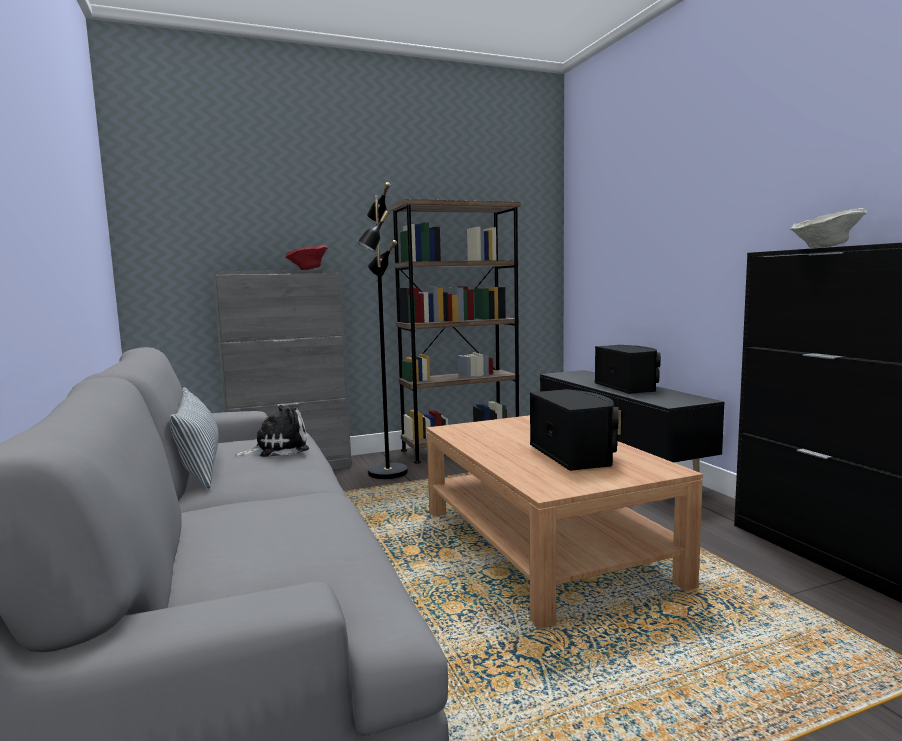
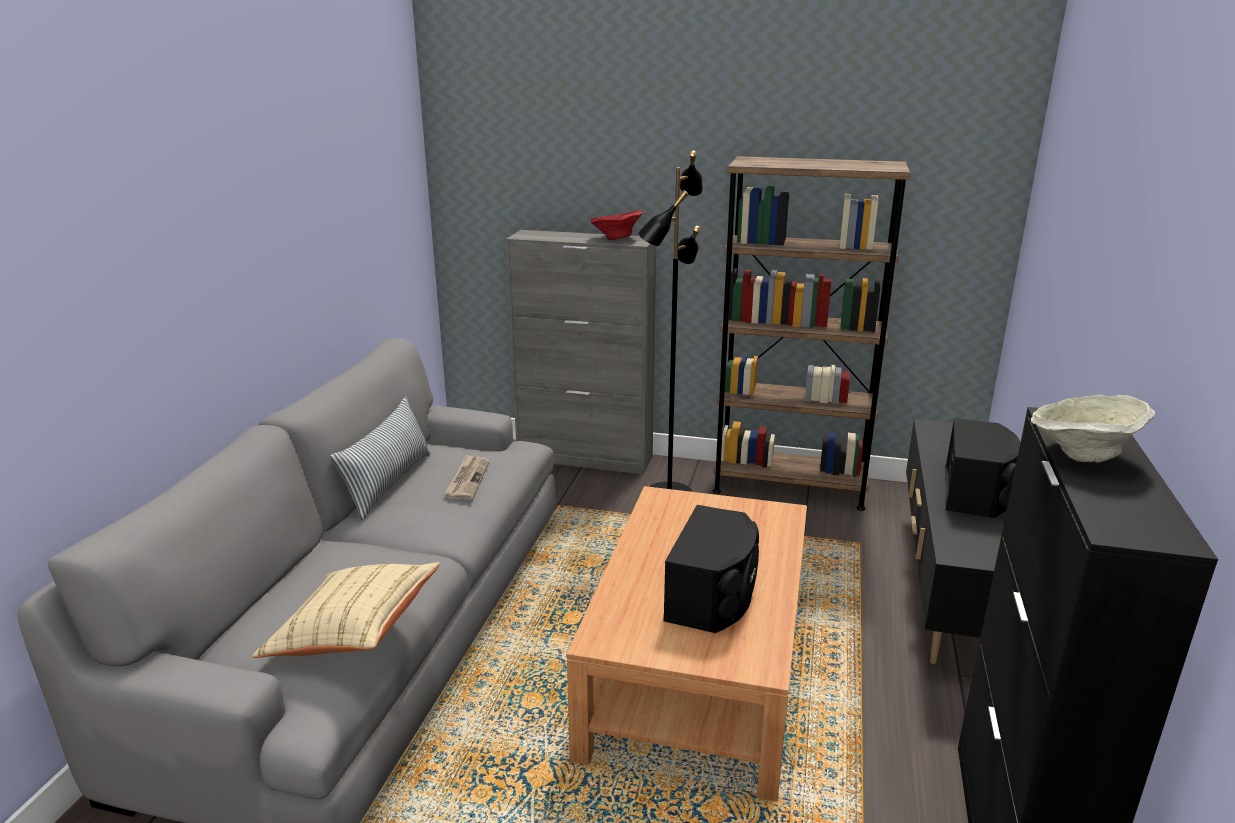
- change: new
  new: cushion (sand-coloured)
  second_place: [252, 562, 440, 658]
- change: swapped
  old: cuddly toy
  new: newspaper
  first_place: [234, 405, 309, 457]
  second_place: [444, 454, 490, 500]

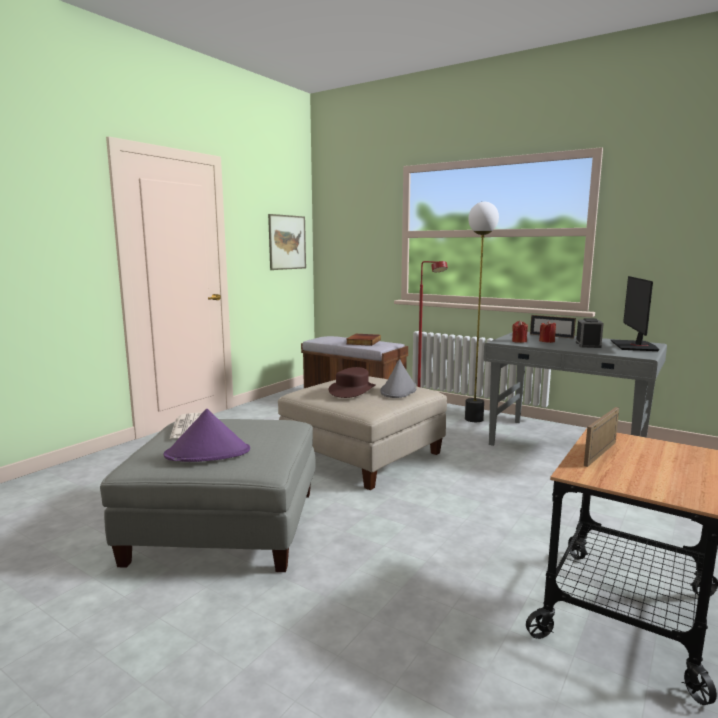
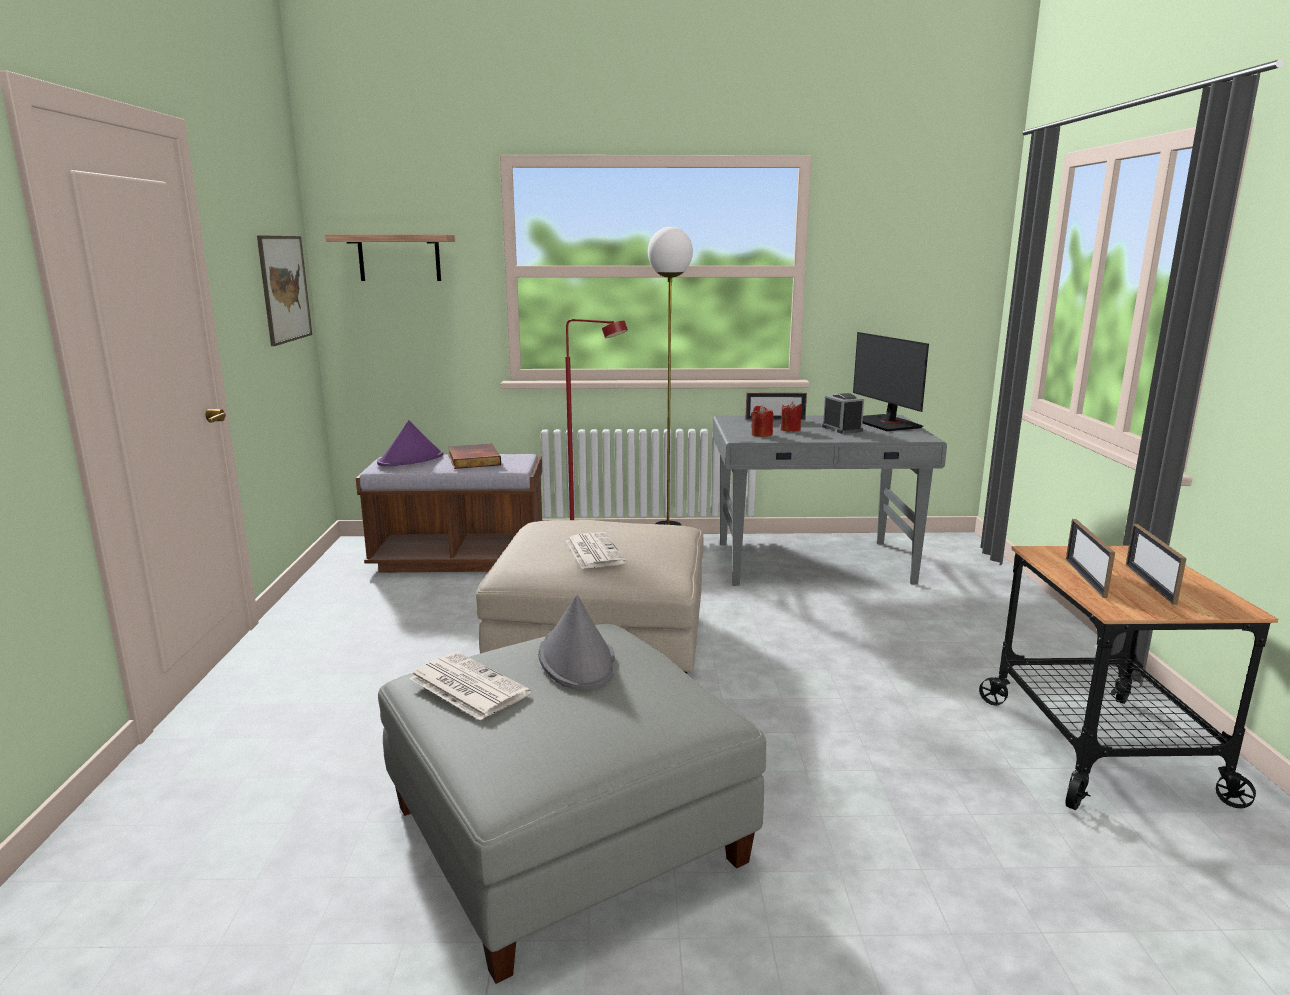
- change: new
  new: shelf
  second_place: [325, 234, 455, 281]
- change: new
  new: picture frame
  second_place: [1126, 524, 1187, 605]
- change: shifted
  old: hat (purple-coloured)
  first_place: [164, 409, 250, 462]
  second_place: [377, 420, 443, 466]
- change: shifted
  old: hat (grey)
  first_place: [380, 359, 417, 398]
  second_place: [538, 595, 615, 690]
- change: swapped
  old: hat (brownish)
  new: newspaper
  first_place: [329, 367, 376, 398]
  second_place: [566, 532, 626, 569]

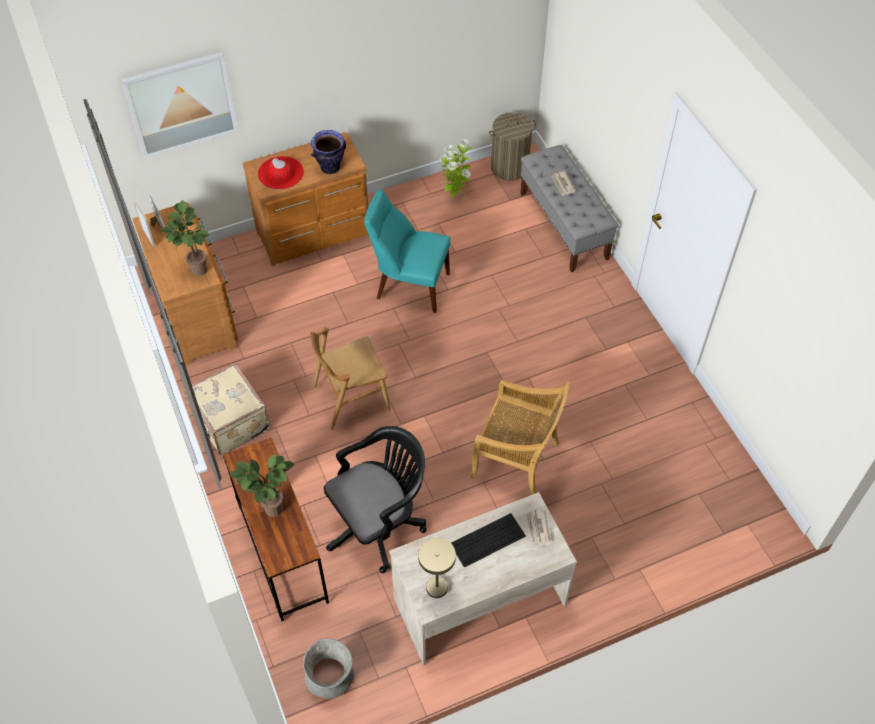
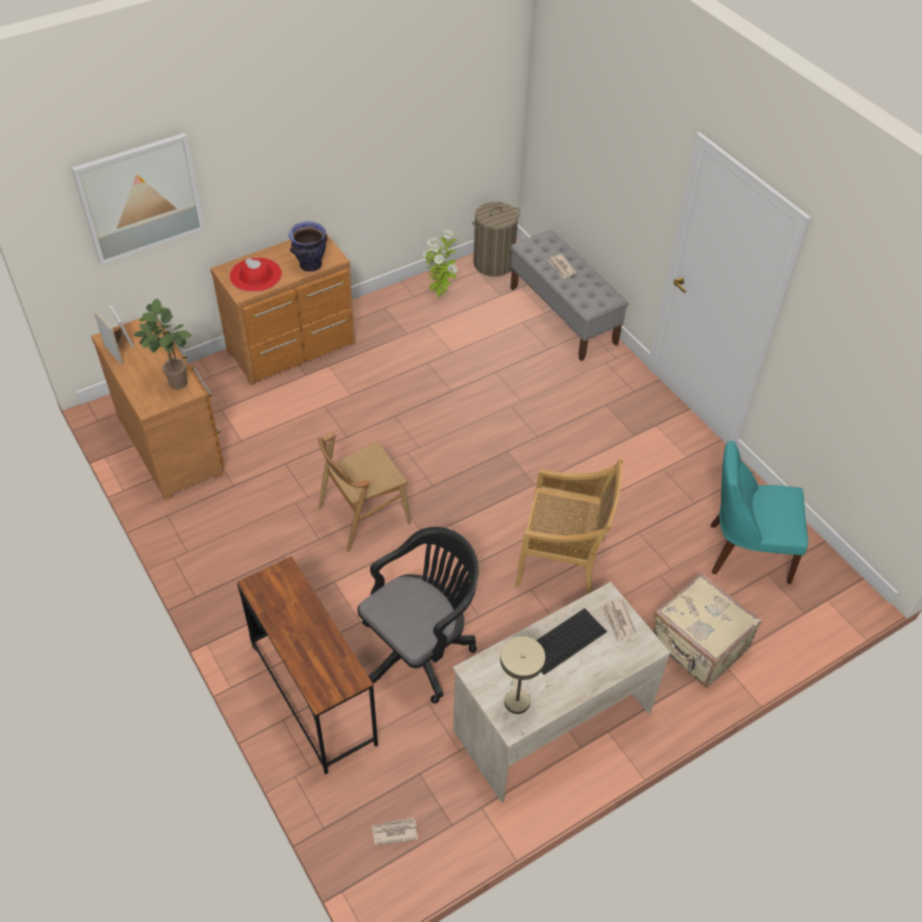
- change: gone
  old: potted plant
  first_place: [230, 455, 294, 517]
- change: shifted
  old: piece of luggage (sand-coloured)
  first_place: [184, 363, 270, 455]
  second_place: [652, 572, 762, 688]
- change: shifted
  old: chair (turquoise)
  first_place: [364, 190, 450, 313]
  second_place: [711, 441, 808, 584]
- change: swapped
  old: decorative vase (grey)
  new: newspaper
  first_place: [303, 638, 354, 699]
  second_place: [372, 818, 418, 845]

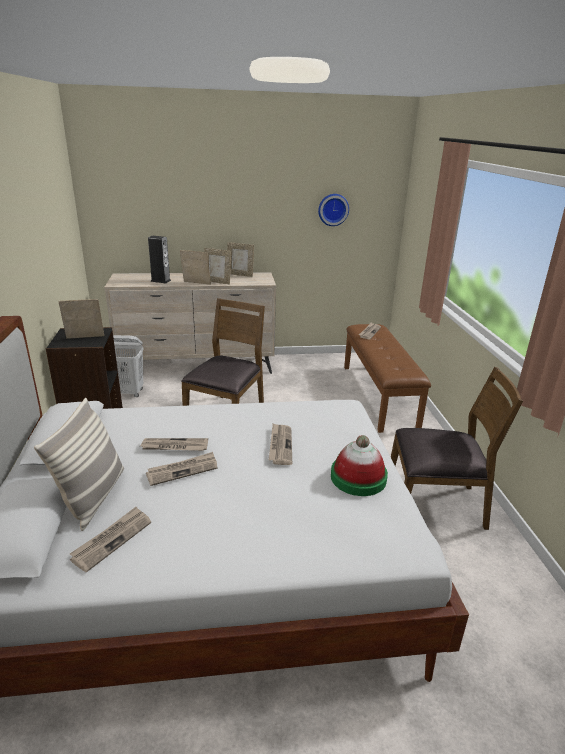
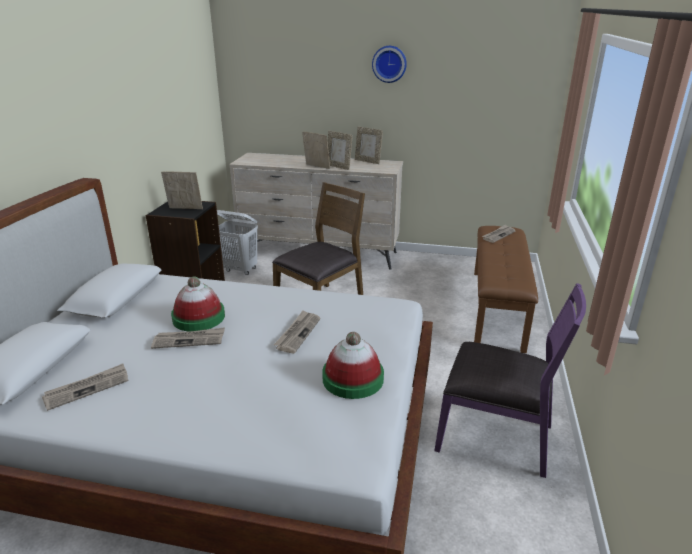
- change: gone
  old: cushion
  first_place: [34, 398, 124, 531]
- change: gone
  old: audio speaker
  first_place: [148, 236, 171, 283]
- change: shifted
  old: hanging clock
  first_place: [318, 194, 349, 226]
  second_place: [372, 46, 407, 83]
- change: swapped
  old: newspaper
  new: hat
  first_place: [140, 438, 208, 451]
  second_place: [171, 276, 225, 331]
- change: repainted
  old: chair (brownish)
  new: chair (purple-coloured)
  first_place: [391, 367, 523, 530]
  second_place: [434, 283, 586, 478]

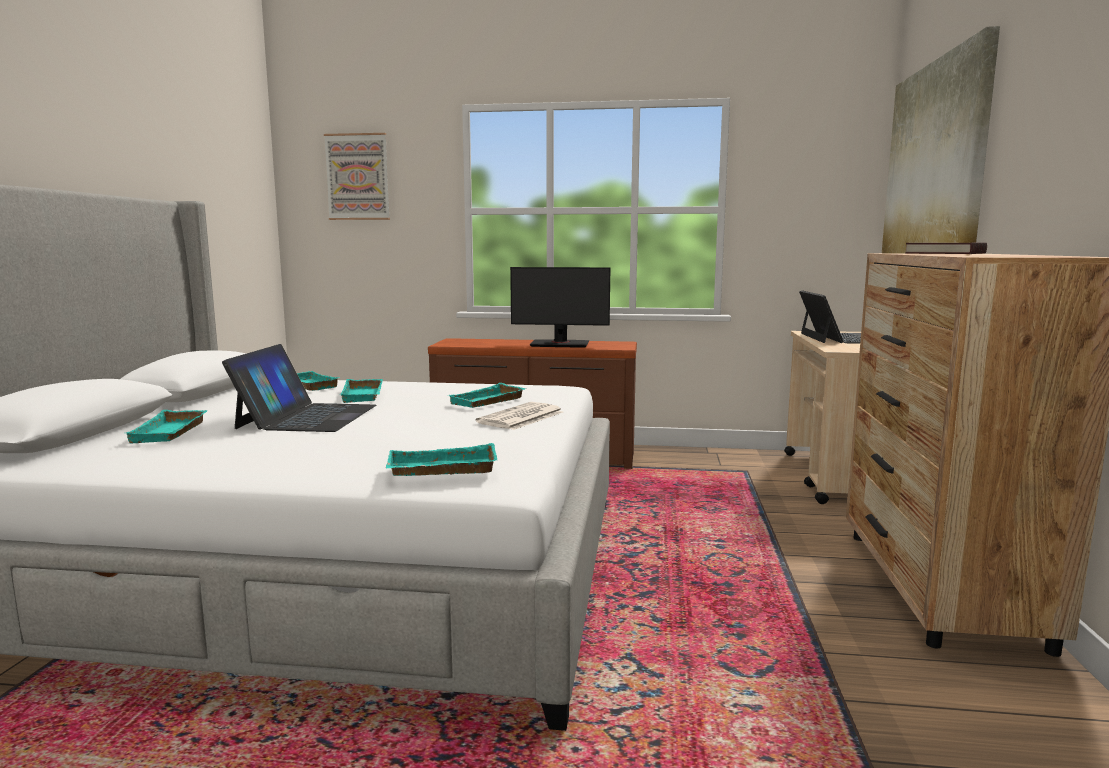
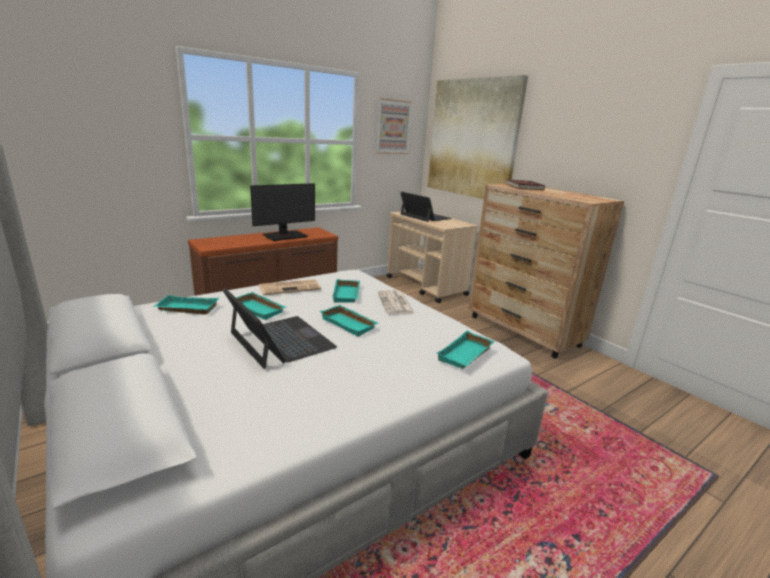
- change: new
  new: newspaper
  second_place: [259, 279, 321, 295]
- change: shifted
  old: serving tray (turquoise)
  first_place: [126, 410, 208, 444]
  second_place: [319, 305, 379, 337]
- change: shifted
  old: picture
  first_place: [324, 133, 390, 220]
  second_place: [377, 98, 412, 154]

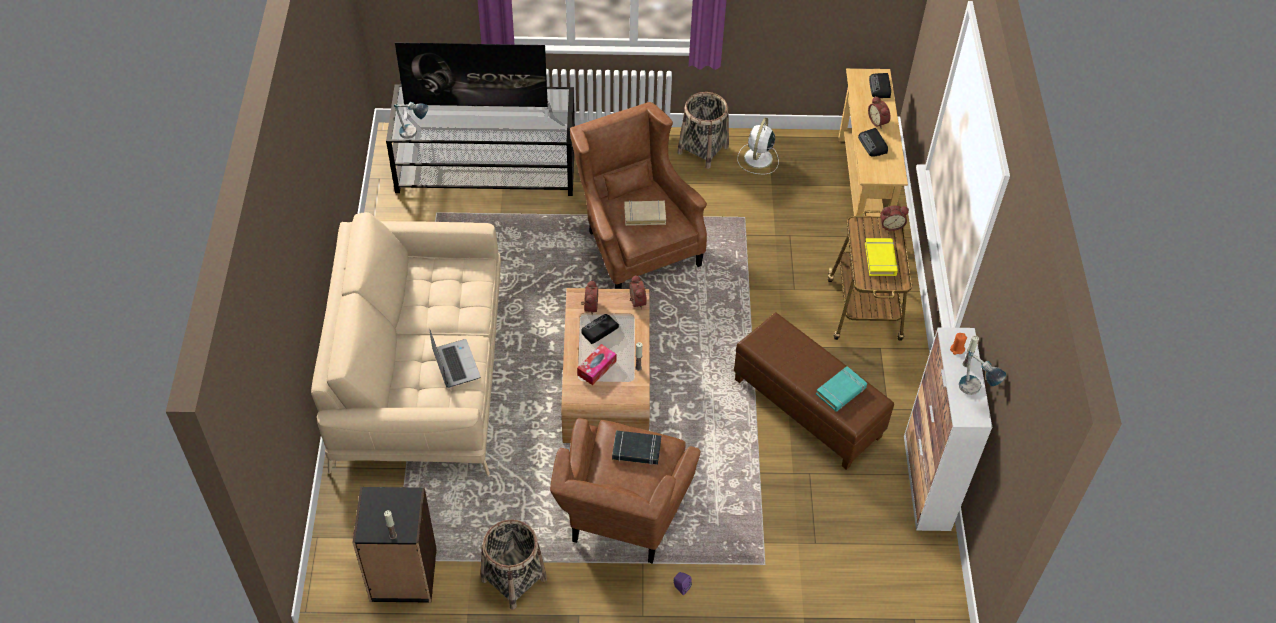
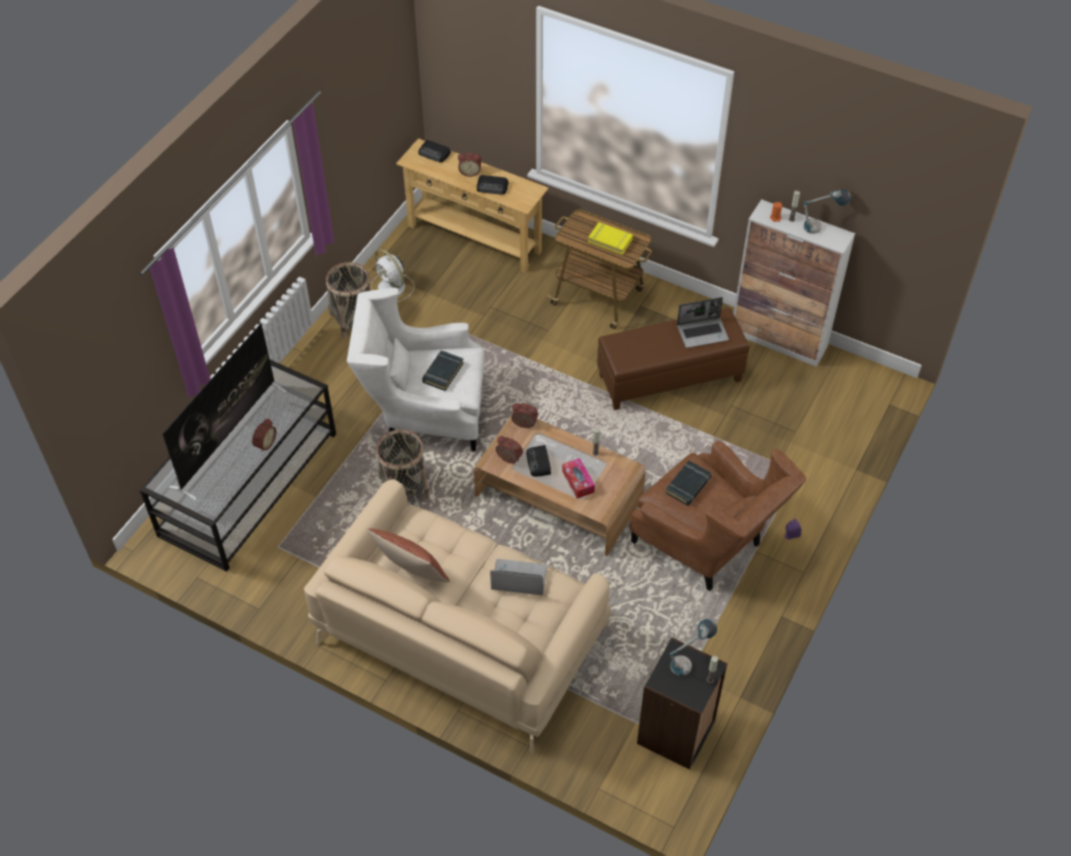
- change: new
  new: cushion
  second_place: [367, 528, 450, 582]
- change: shifted
  old: lamp for a table
  first_place: [394, 102, 428, 139]
  second_place: [669, 619, 717, 676]
- change: shifted
  old: storage basket
  first_place: [481, 520, 547, 610]
  second_place: [376, 429, 430, 499]
- change: shifted
  old: table clock
  first_place: [880, 206, 909, 231]
  second_place: [252, 418, 276, 452]
- change: swapped
  old: book (turquoise)
  new: notebook computer
  first_place: [816, 366, 867, 412]
  second_place: [677, 297, 729, 348]
- change: repainted
  old: easy chair (brownish)
  new: easy chair (white)
  first_place: [570, 102, 707, 289]
  second_place: [347, 288, 484, 451]
- change: repainted
  old: book (sand-coloured)
  new: book (black)
  first_place: [624, 200, 666, 226]
  second_place: [422, 350, 464, 391]

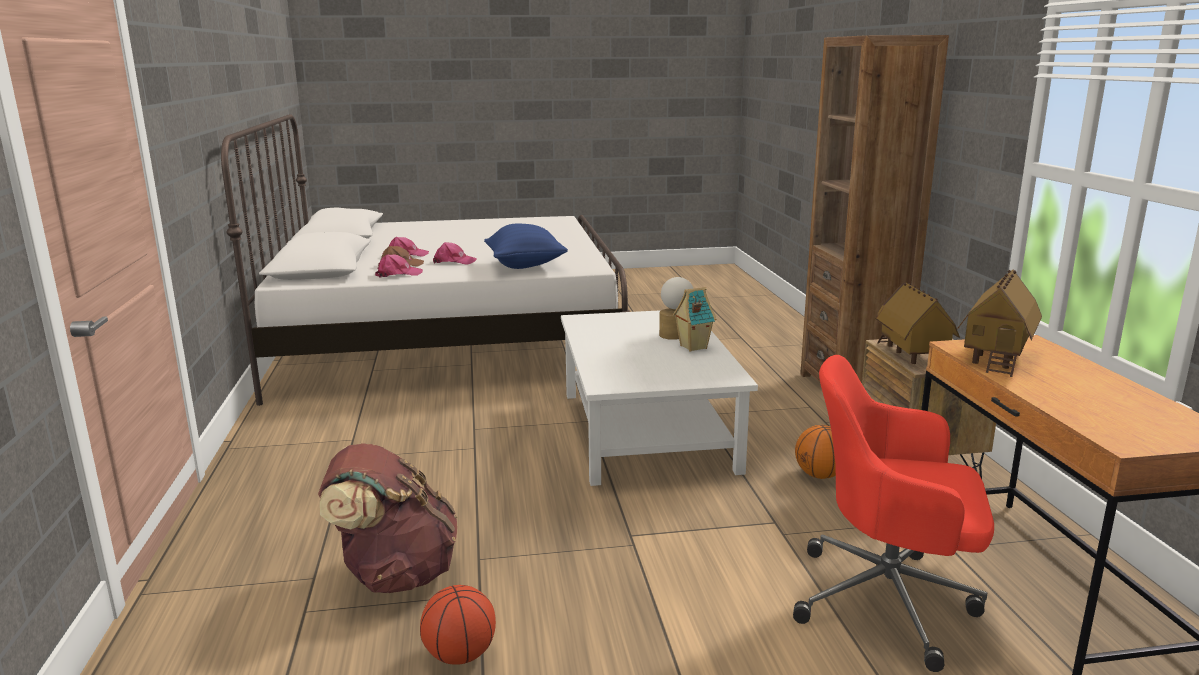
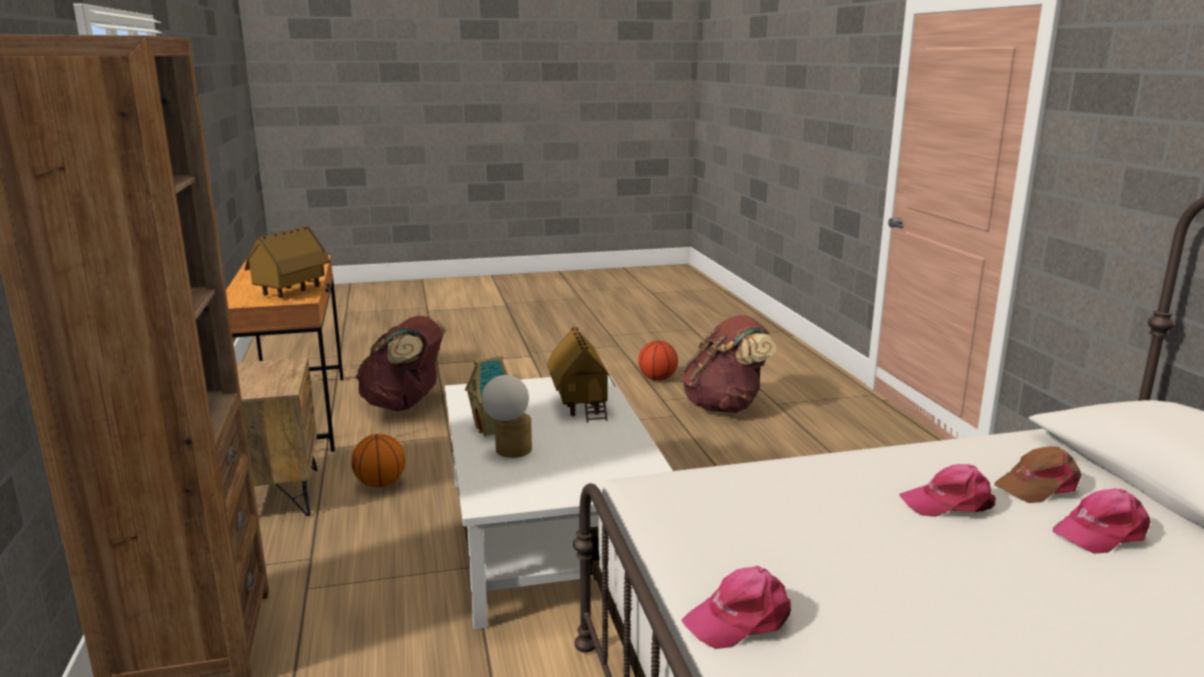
- change: gone
  old: cushion (blue)
  first_place: [484, 223, 568, 269]
- change: shifted
  old: peaked cap (pink)
  first_place: [375, 254, 423, 278]
  second_place: [682, 566, 791, 649]
- change: shifted
  old: miniature house
  first_place: [875, 282, 960, 364]
  second_place: [547, 326, 615, 423]
- change: swapped
  old: desk chair (reddish)
  new: knapsack (brownish)
  first_place: [793, 355, 994, 672]
  second_place: [355, 316, 447, 411]

